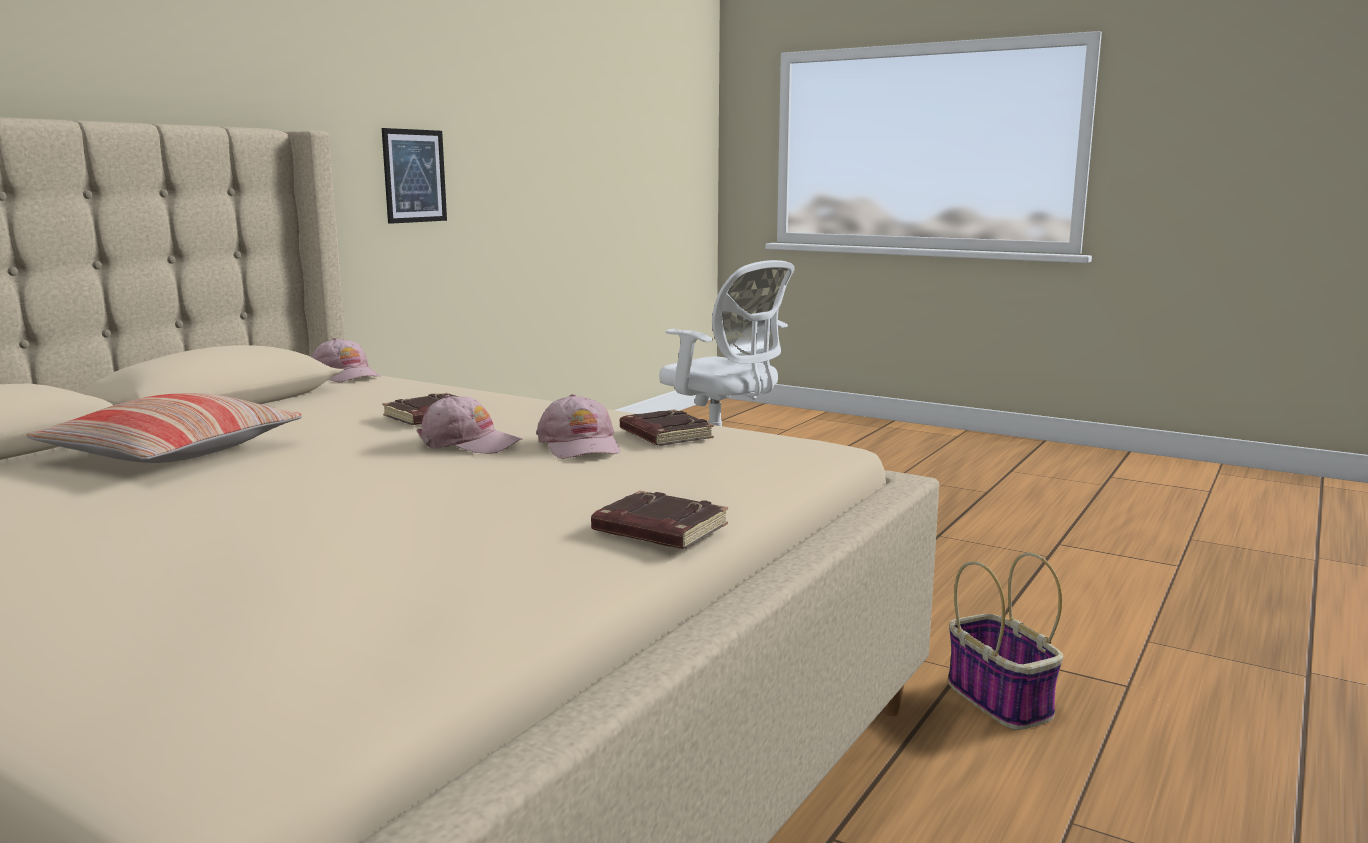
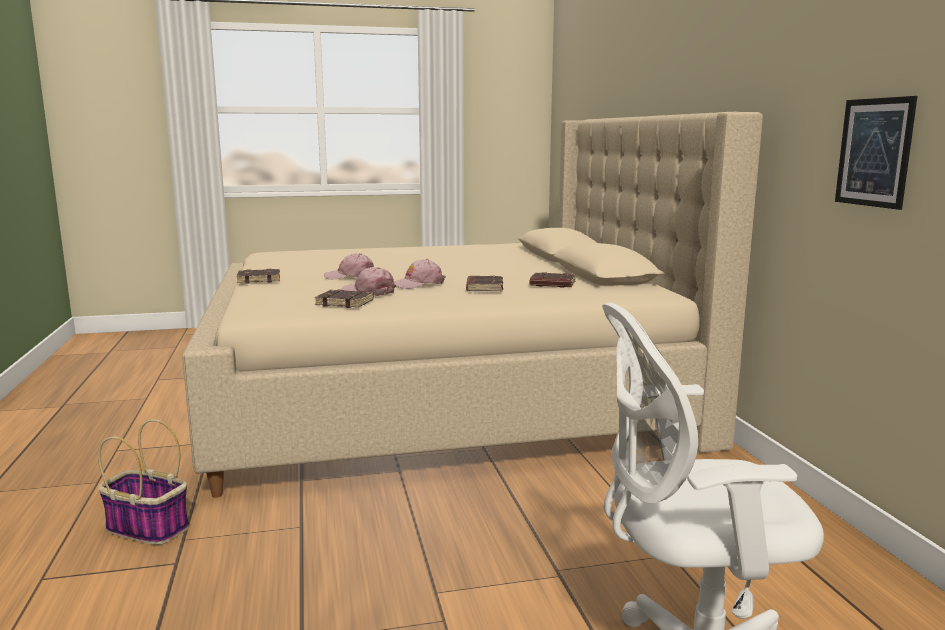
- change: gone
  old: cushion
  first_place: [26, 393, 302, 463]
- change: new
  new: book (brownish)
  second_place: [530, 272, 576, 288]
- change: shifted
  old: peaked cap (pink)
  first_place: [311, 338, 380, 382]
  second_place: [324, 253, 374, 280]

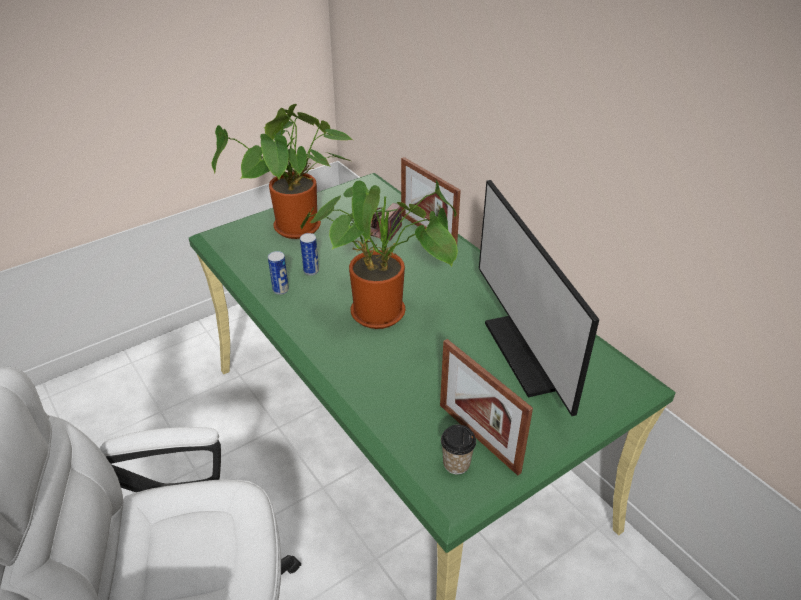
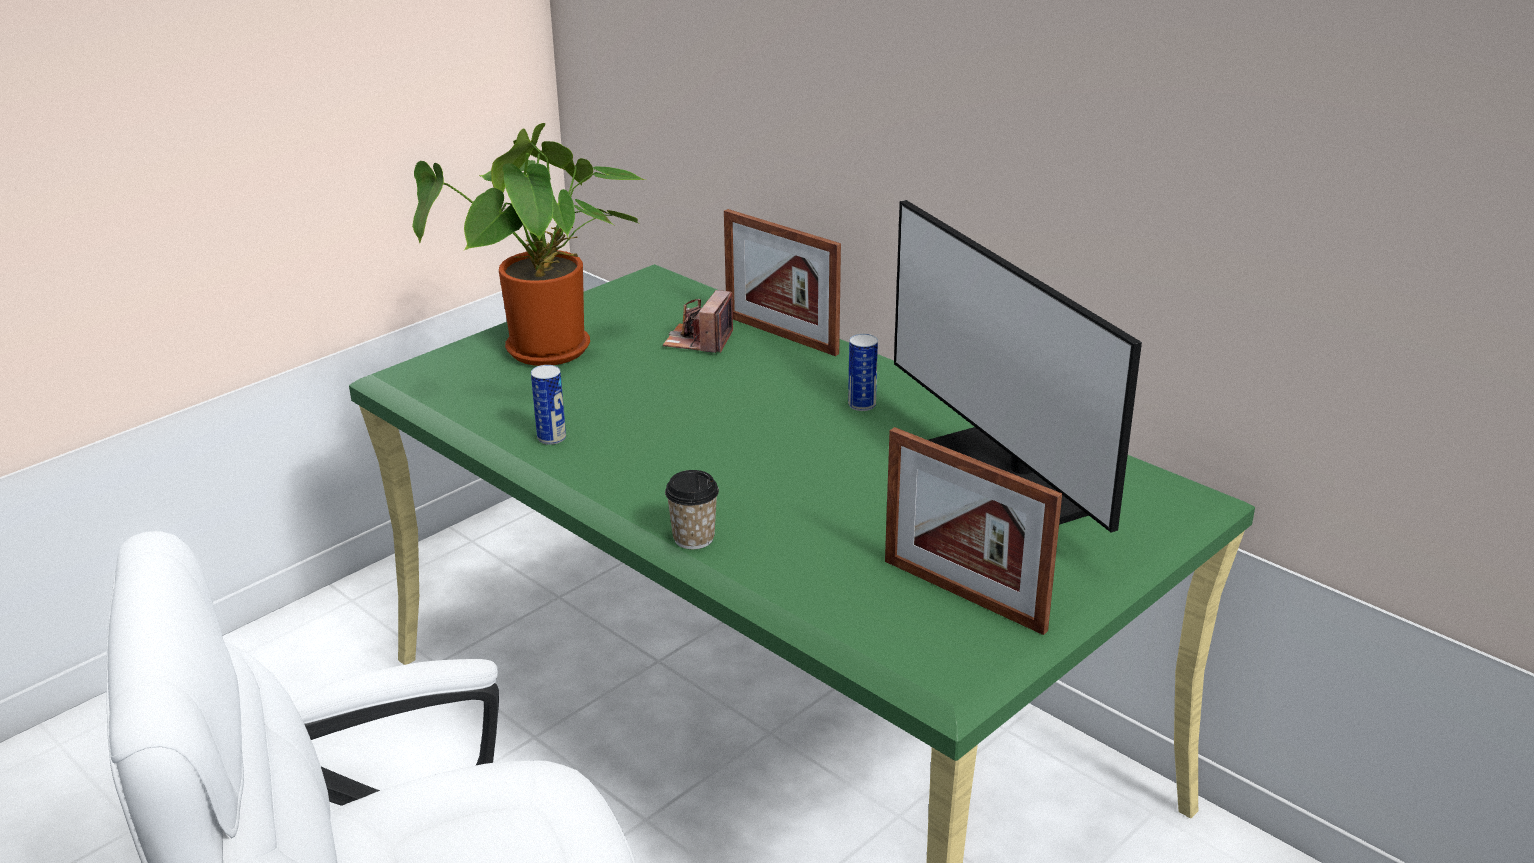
- change: gone
  old: potted plant
  first_place: [300, 180, 458, 329]
- change: shifted
  old: sealed can
  first_place: [300, 233, 319, 275]
  second_place: [848, 334, 878, 411]
- change: shifted
  old: drinking cup
  first_place: [441, 425, 476, 475]
  second_place: [665, 470, 719, 549]

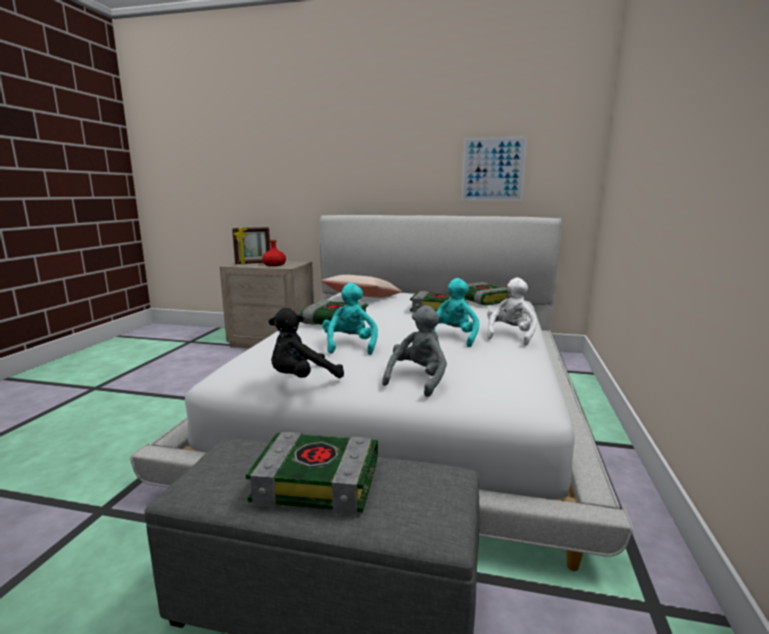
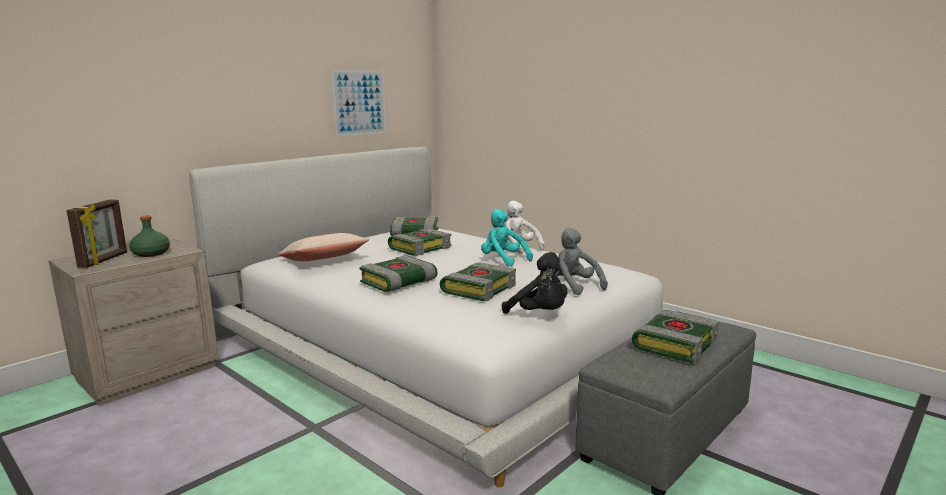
- change: swapped
  old: cuddly toy (turquoise)
  new: book
  first_place: [322, 283, 378, 355]
  second_place: [440, 262, 516, 302]
- change: repainted
  old: bottle (reddish)
  new: bottle (greenish)
  first_place: [262, 240, 286, 266]
  second_place: [129, 216, 170, 257]
- change: rotated
  old: cuddly toy (black)
  first_place: [269, 308, 344, 378]
  second_place: [502, 252, 568, 314]
  degrees: -45

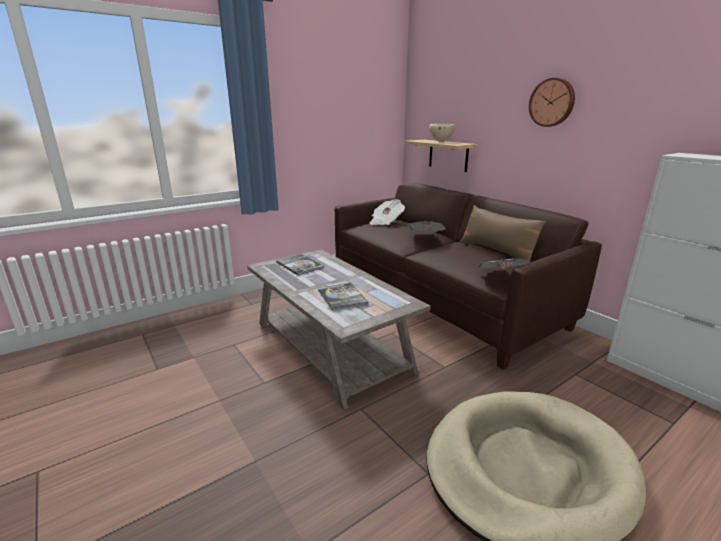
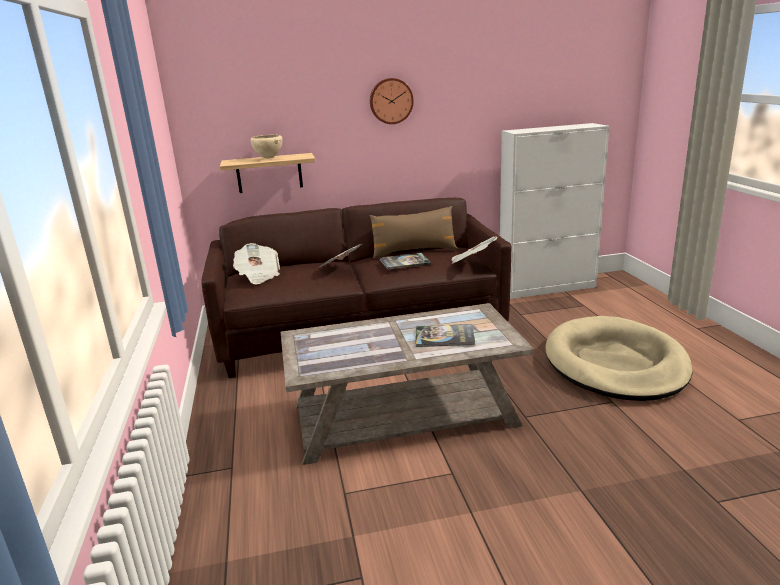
- change: shifted
  old: book
  first_place: [276, 254, 324, 275]
  second_place: [380, 253, 431, 270]

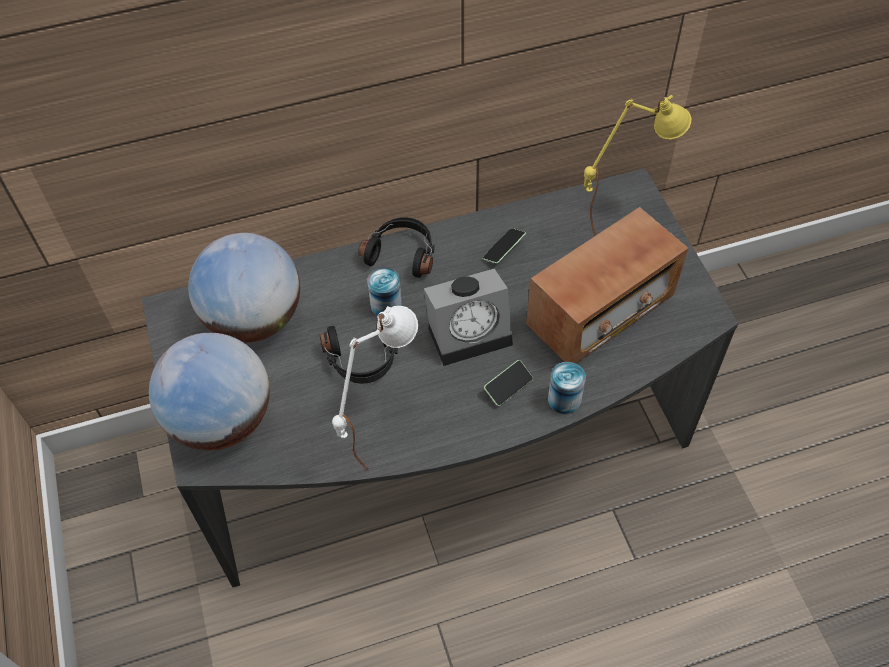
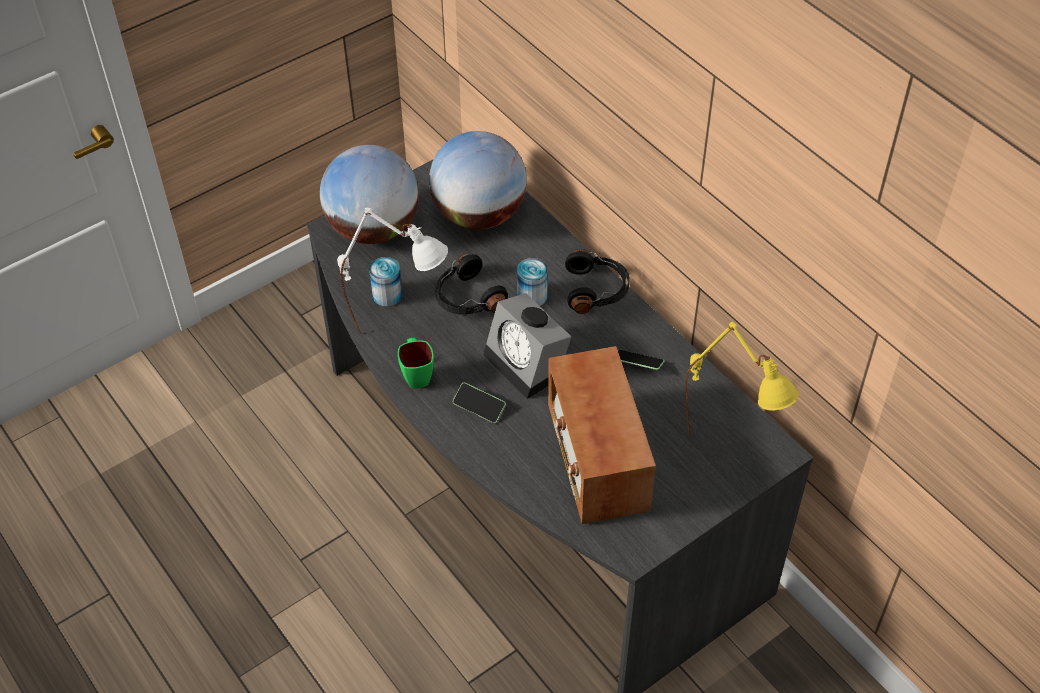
- change: new
  new: tea mug (greenish)
  second_place: [398, 338, 434, 389]
- change: shifted
  old: sealed can
  first_place: [548, 362, 586, 414]
  second_place: [369, 257, 403, 307]
- change: rotated
  old: radio
  first_place: [526, 207, 688, 364]
  second_place: [548, 346, 656, 524]
  degrees: 45

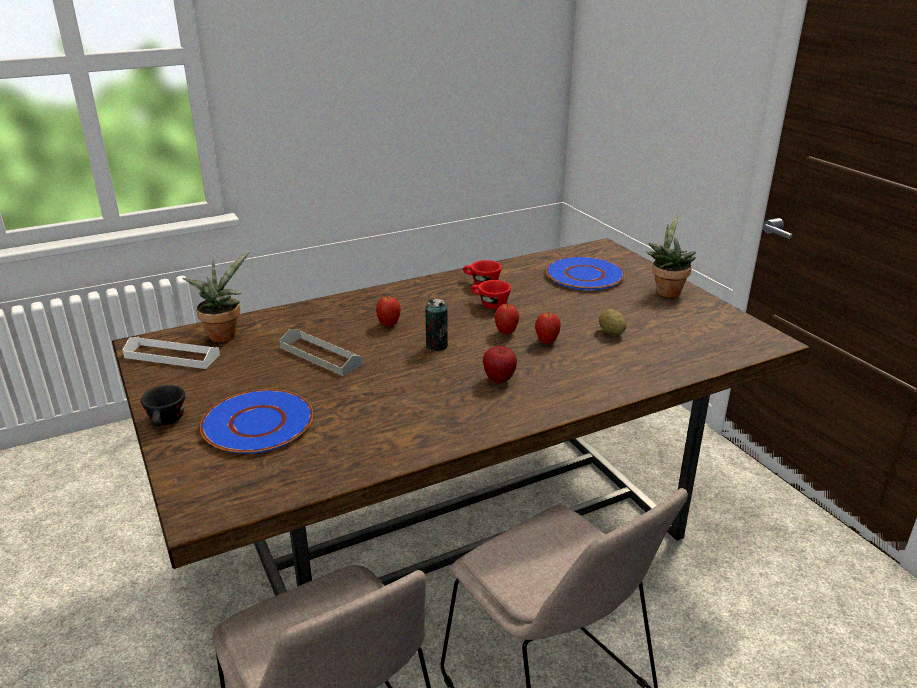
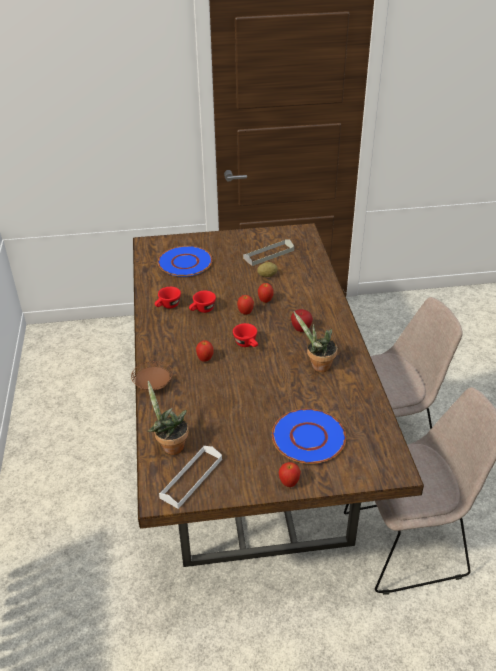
- change: new
  new: flat dish (brownish)
  second_place: [131, 361, 173, 391]
- change: shifted
  old: serving tray (grey)
  first_place: [279, 329, 363, 376]
  second_place: [243, 239, 294, 266]
- change: shifted
  old: potted plant
  first_place: [646, 214, 696, 298]
  second_place: [293, 311, 338, 372]
- change: swapped
  old: drinking cup (black)
  new: whole apple
  first_place: [141, 385, 185, 426]
  second_place: [279, 462, 301, 487]
- change: swapped
  old: sealed can
  new: drinking cup (reddish)
  first_place: [425, 298, 448, 351]
  second_place: [233, 323, 258, 347]

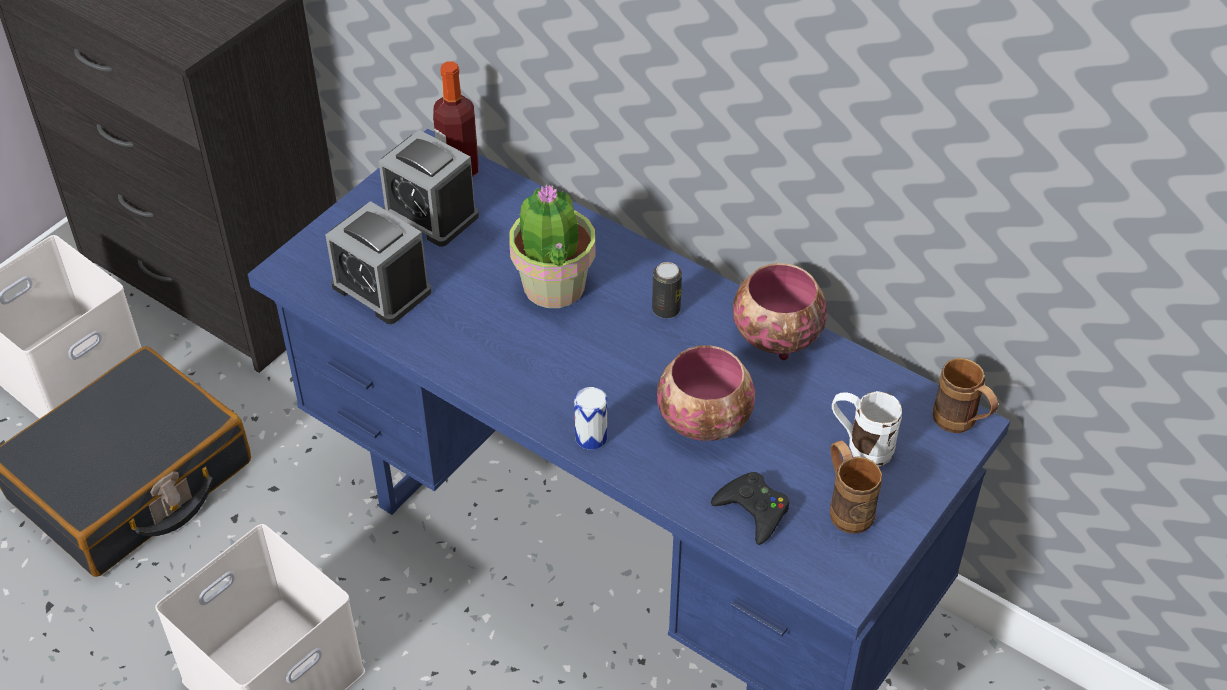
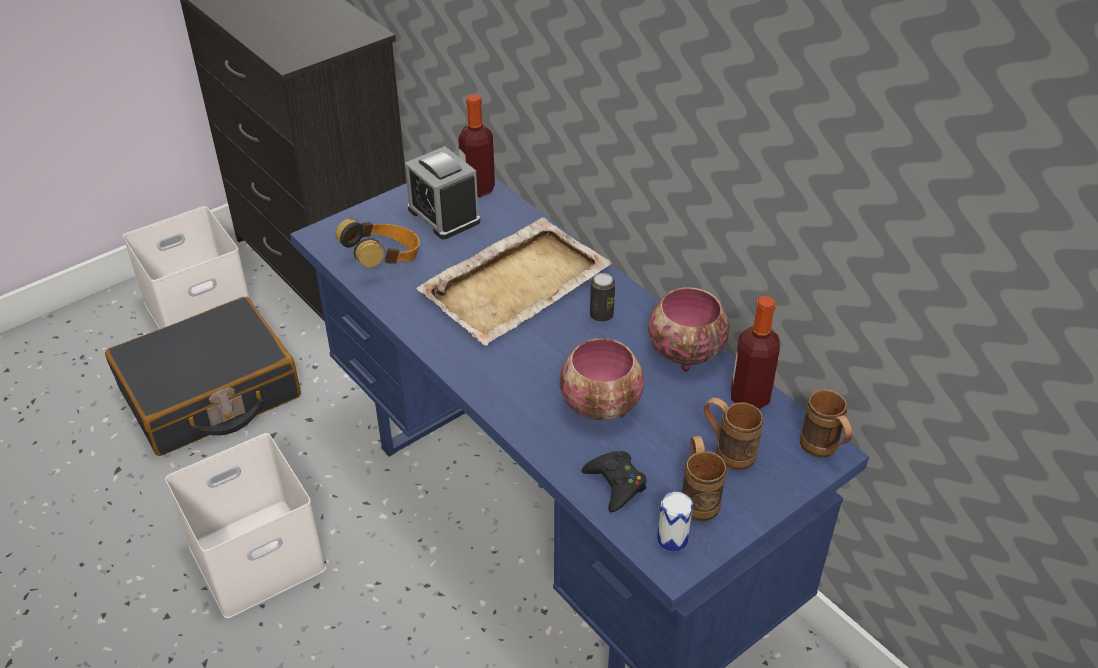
- change: new
  new: bottle
  second_place: [731, 296, 780, 409]
- change: shifted
  old: sealed can
  first_place: [574, 387, 607, 450]
  second_place: [657, 492, 693, 552]
- change: swapped
  old: table clock
  new: headphones
  first_place: [325, 201, 432, 324]
  second_place: [335, 218, 420, 268]
- change: swapped
  old: potted plant
  new: serving tray (sand-coloured)
  first_place: [509, 184, 595, 308]
  second_place: [416, 217, 612, 345]
- change: repainted
  old: tea mug (white)
  new: tea mug (brownish)
  first_place: [832, 391, 902, 466]
  second_place: [704, 398, 763, 471]

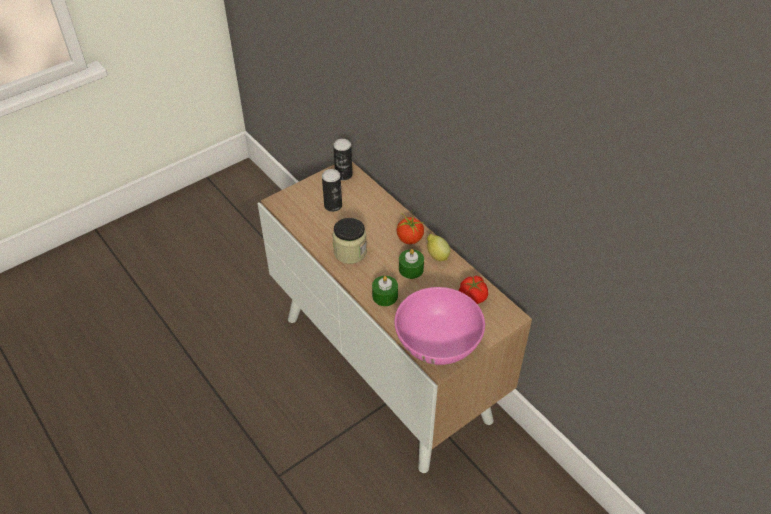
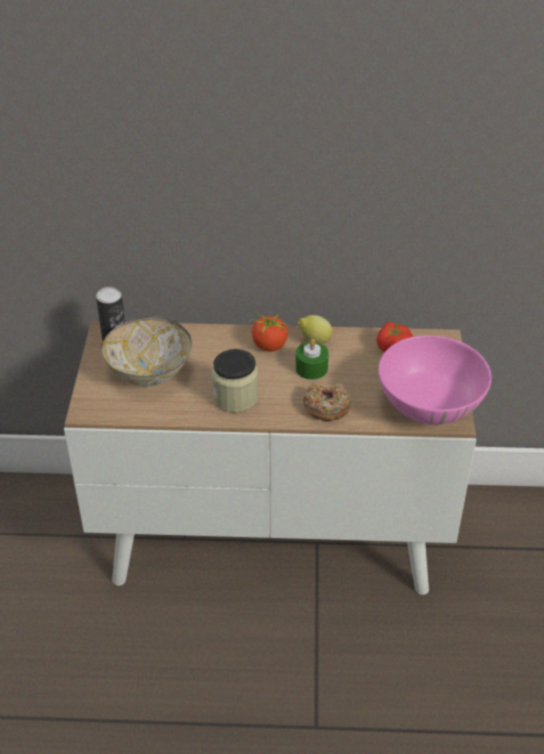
- change: swapped
  old: sealed can
  new: deep dish
  first_place: [322, 169, 342, 212]
  second_place: [101, 316, 192, 386]
- change: swapped
  old: wax light (greenish)
  new: donut
  first_place: [372, 276, 398, 306]
  second_place: [303, 381, 350, 421]

